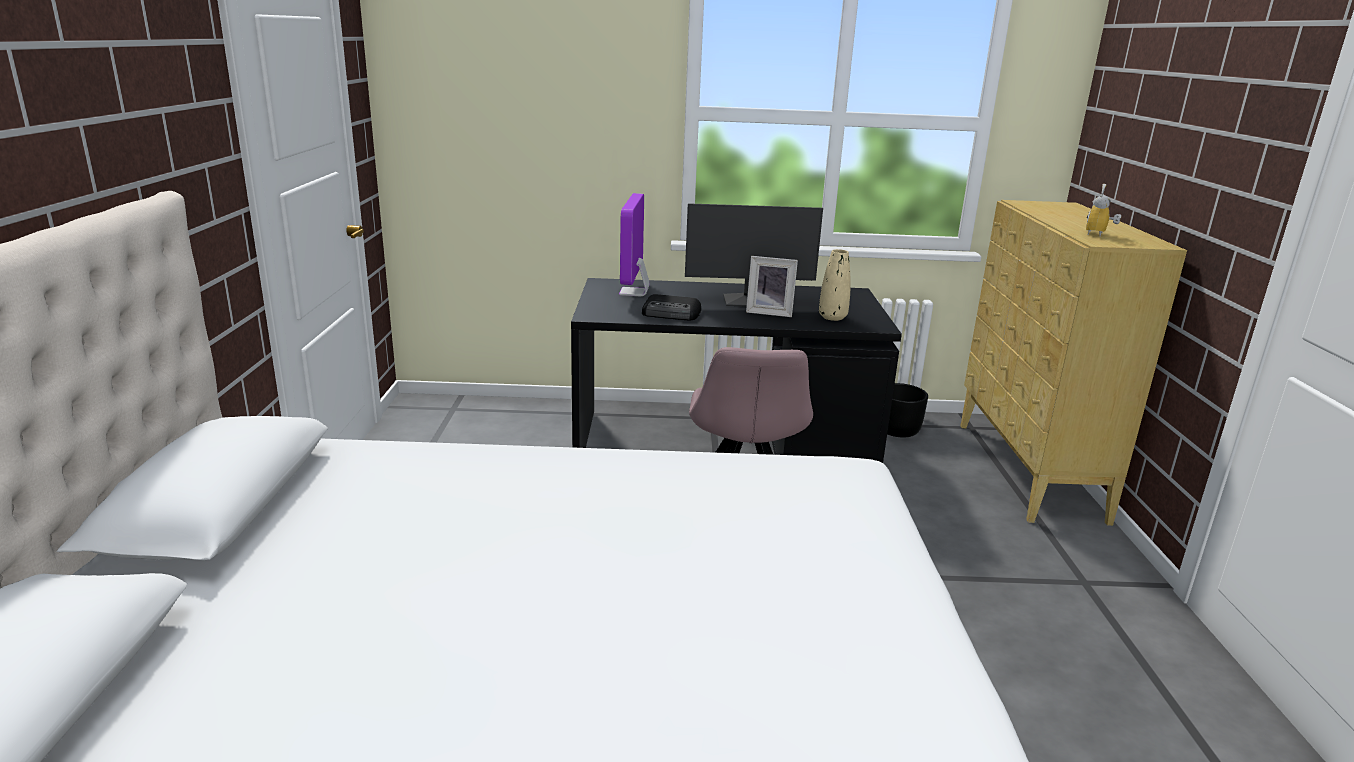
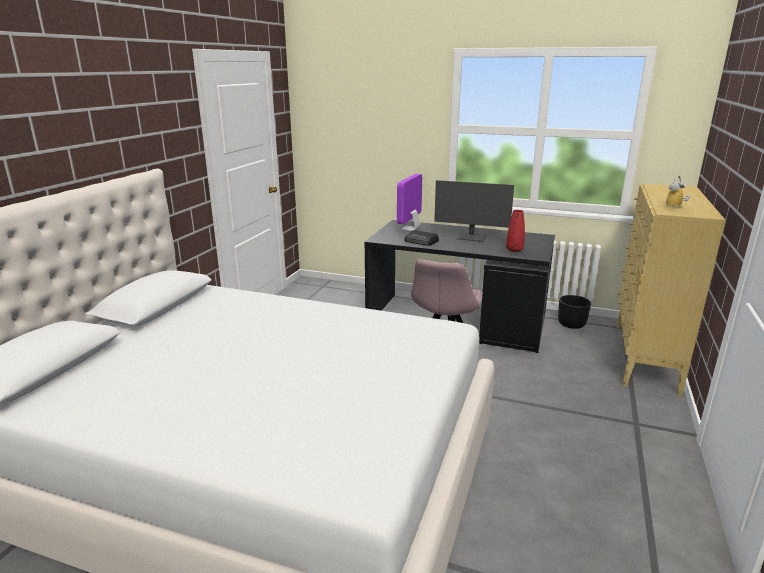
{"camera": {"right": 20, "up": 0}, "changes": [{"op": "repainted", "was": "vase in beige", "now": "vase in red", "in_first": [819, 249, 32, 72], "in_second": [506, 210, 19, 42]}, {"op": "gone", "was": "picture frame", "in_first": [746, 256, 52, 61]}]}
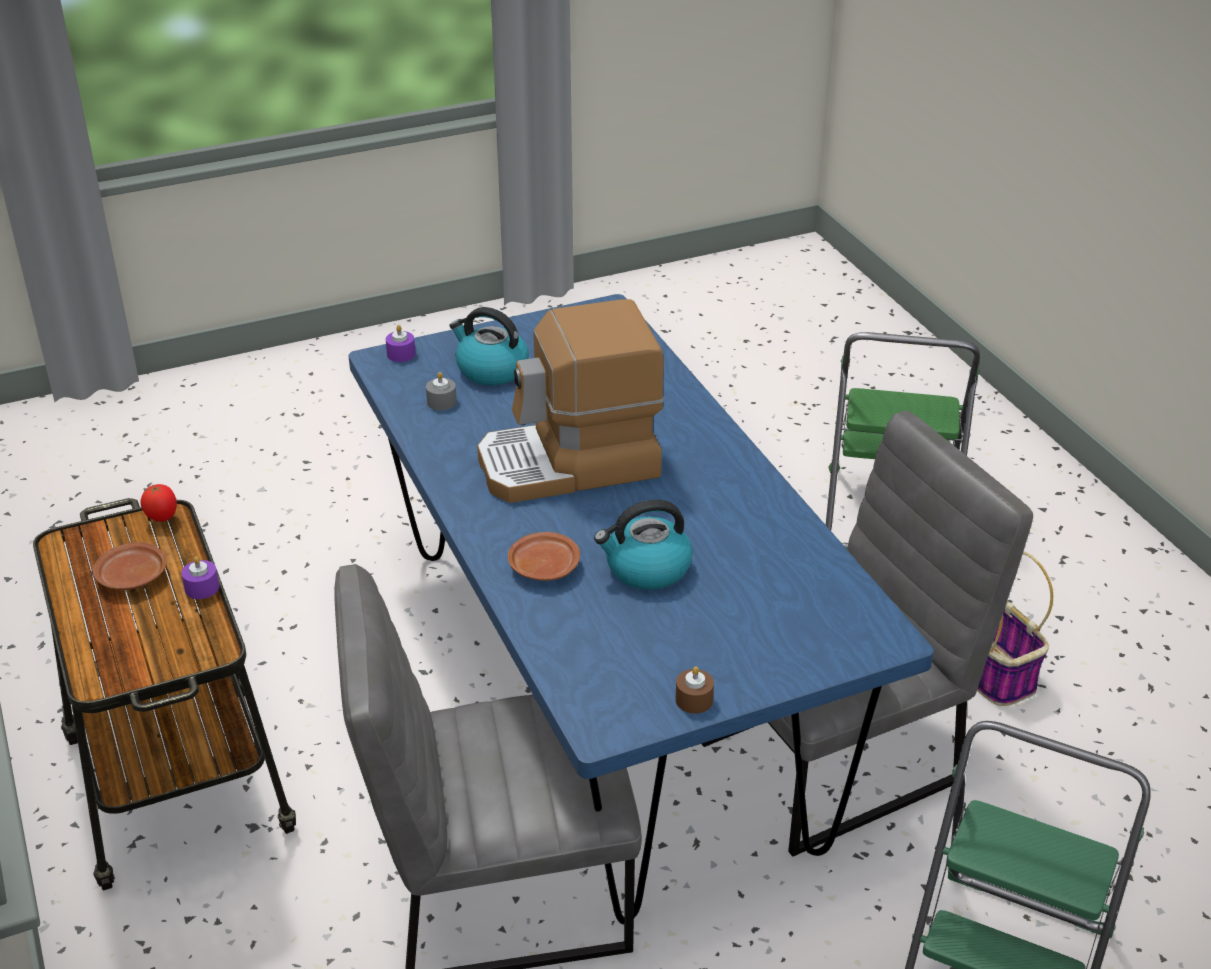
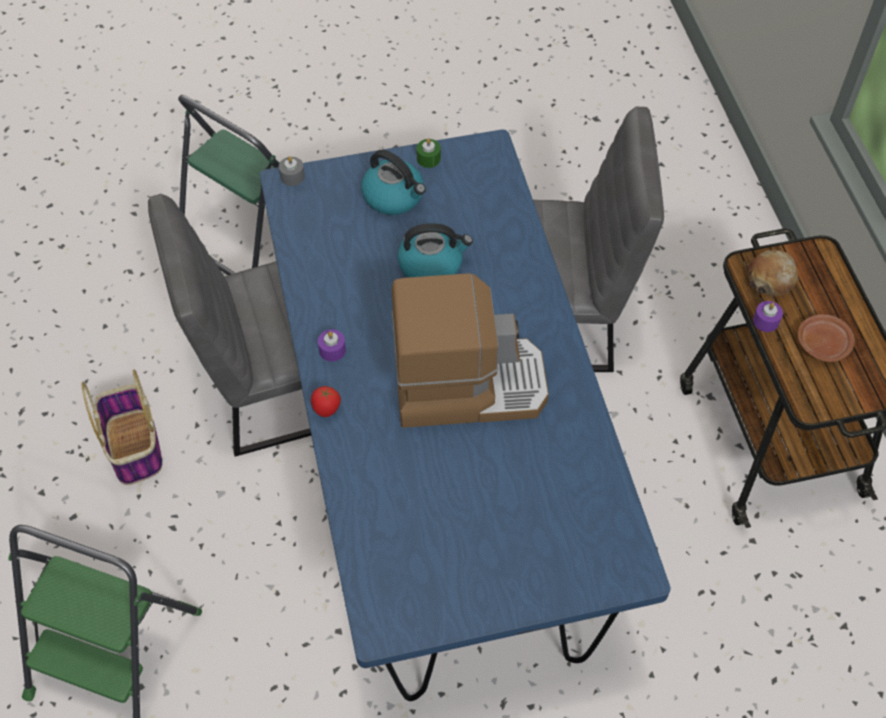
{"camera": {"right": -170, "up": 20}, "changes": [{"op": "shifted", "was": "kettle", "in_first": [449, 307, 80, 78], "in_second": [361, 150, 65, 65]}, {"op": "shifted", "was": "candle in purple", "in_first": [386, 325, 29, 37], "in_second": [318, 329, 28, 33]}, {"op": "shifted", "was": "candle in grey", "in_first": [426, 372, 31, 39], "in_second": [279, 156, 26, 30]}, {"op": "shifted", "was": "tomato", "in_first": [141, 484, 36, 38], "in_second": [311, 386, 30, 31]}, {"op": "gone", "was": "plate in brown", "in_first": [508, 532, 72, 49]}, {"op": "repainted", "was": "candle in brown", "now": "candle in green", "in_first": [675, 667, 39, 47], "in_second": [416, 138, 25, 30]}, {"op": "new", "now": "bread", "in_second": [747, 250, 51, 45]}]}
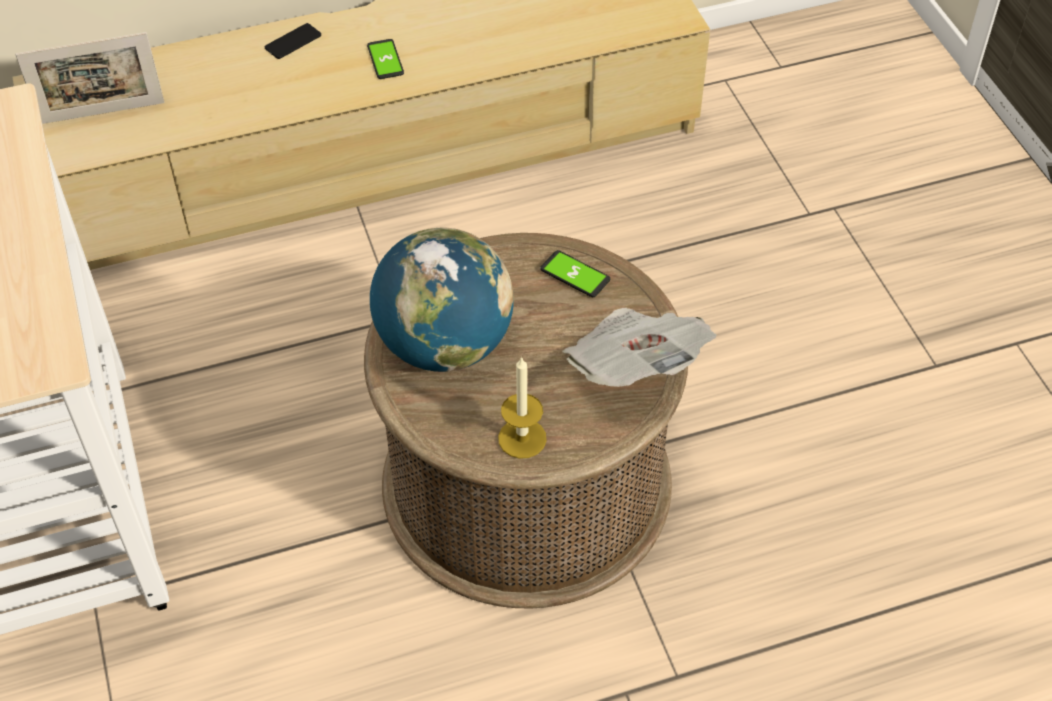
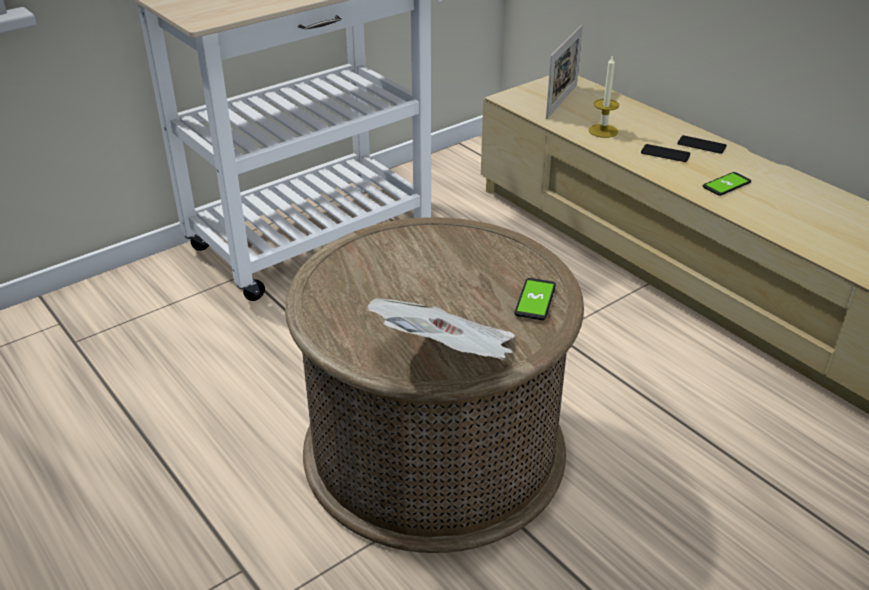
{"camera": {"right": 70, "up": -15}, "changes": [{"op": "rotated", "was": "picture frame", "in_first": [15, 32, 150, 92], "in_second": [546, 25, 37, 94], "clockwise": -120}, {"op": "gone", "was": "globe", "in_first": [370, 228, 144, 144]}, {"op": "shifted", "was": "candle", "in_first": [498, 357, 49, 102], "in_second": [589, 55, 30, 83]}, {"op": "new", "now": "phone", "in_second": [641, 144, 49, 18]}]}
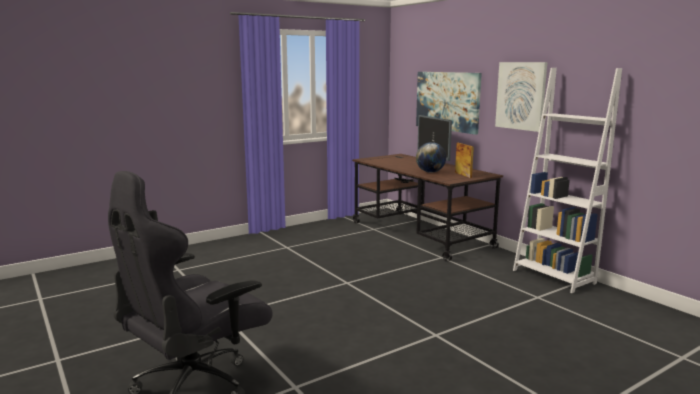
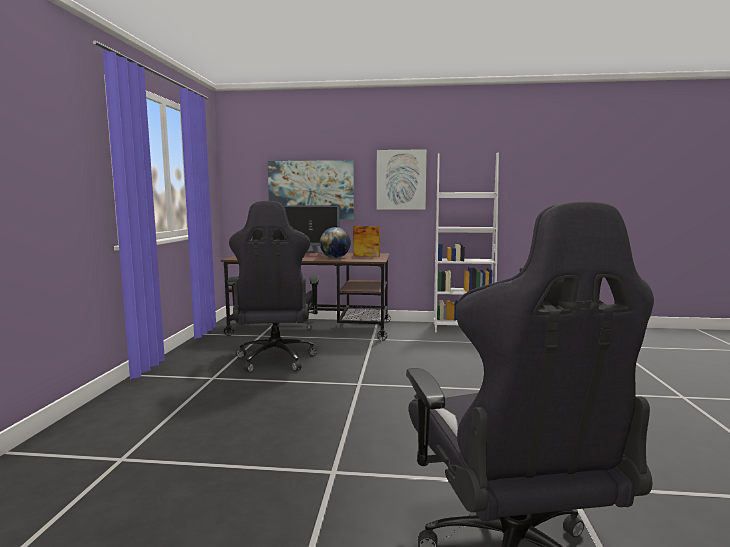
{"camera": {"right": -50, "up": -5}, "changes": [{"op": "new", "now": "office chair in black", "in_second": [227, 201, 92, 171]}]}
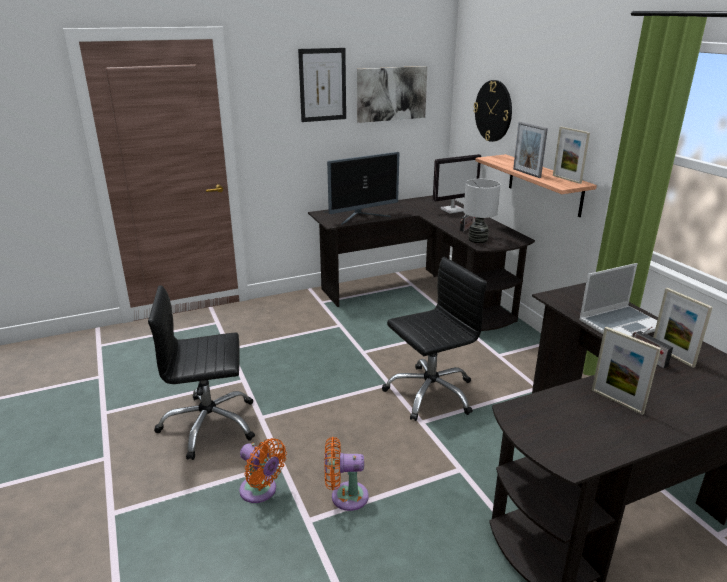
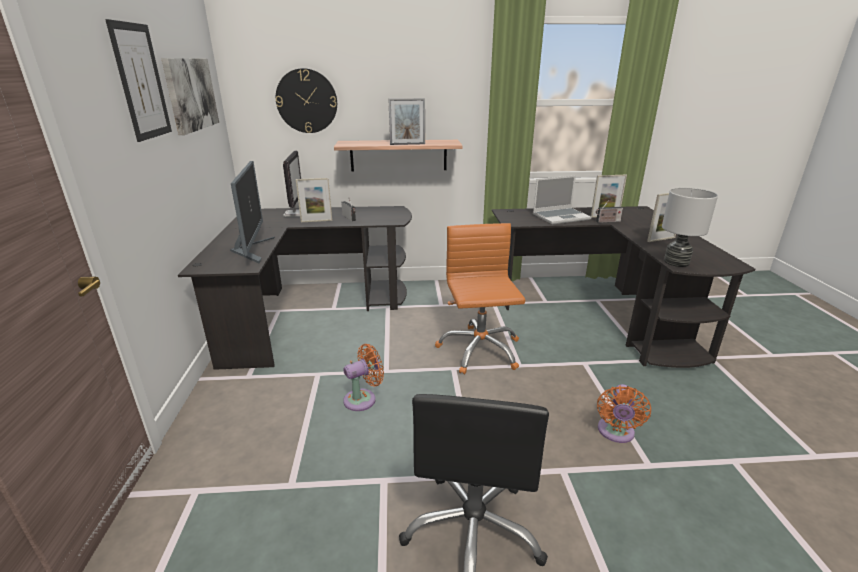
{"camera": {"right": -70, "up": 0}, "changes": [{"op": "shifted", "was": "picture frame", "in_first": [553, 126, 37, 58], "in_second": [296, 178, 36, 44]}, {"op": "shifted", "was": "table lamp in grey", "in_first": [463, 179, 38, 64], "in_second": [662, 187, 56, 80]}, {"op": "repainted", "was": "office chair in black", "now": "office chair in orange", "in_first": [382, 257, 105, 164], "in_second": [435, 223, 90, 151]}, {"op": "rotated", "was": "laptop", "in_first": [579, 263, 78, 74], "in_second": [533, 175, 59, 50], "clockwise": 75}, {"op": "shifted", "was": "fan in orange", "in_first": [239, 438, 48, 65], "in_second": [343, 344, 41, 67]}]}
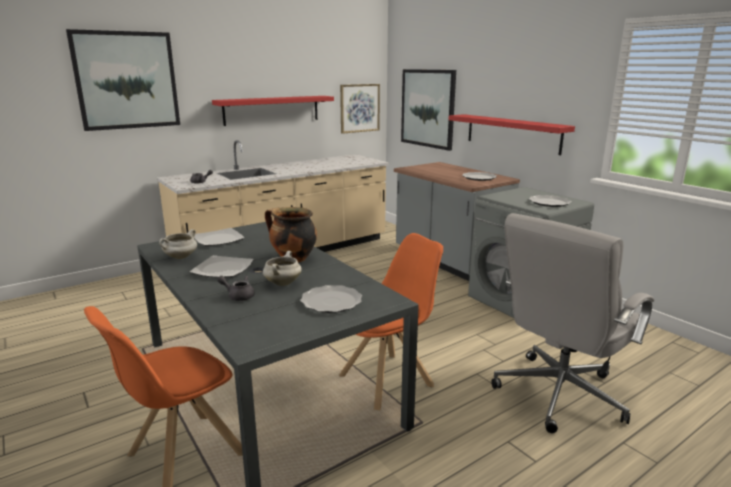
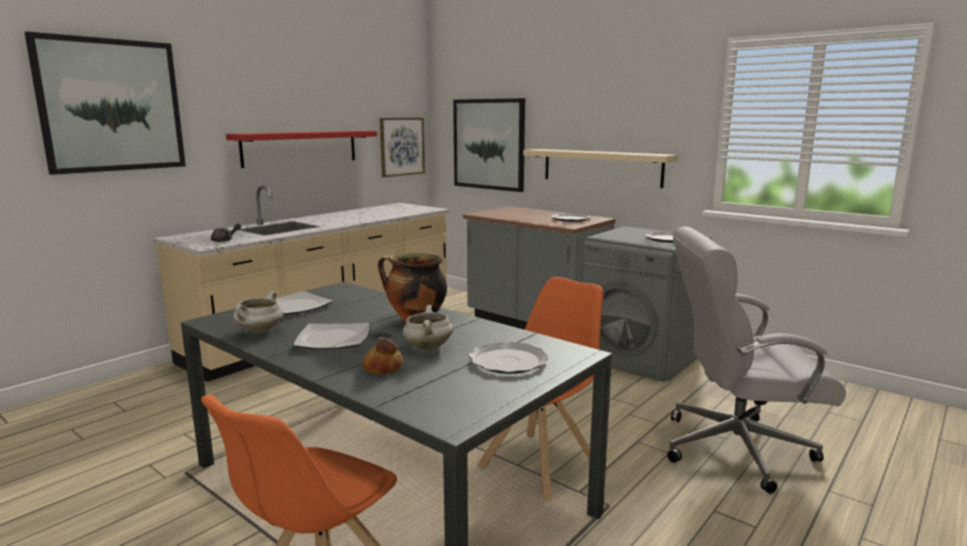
{"camera": {"right": -15, "up": -5}, "changes": [{"op": "repainted", "was": "shelf in red", "now": "shelf in beige", "in_first": [449, 114, 126, 41], "in_second": [523, 149, 155, 39]}, {"op": "rotated", "was": "office chair in grey", "in_first": [491, 213, 163, 220], "in_second": [667, 226, 179, 268], "clockwise": 60}, {"op": "swapped", "was": "teapot in grey", "now": "bread", "in_first": [217, 276, 38, 25], "in_second": [362, 338, 41, 37]}]}
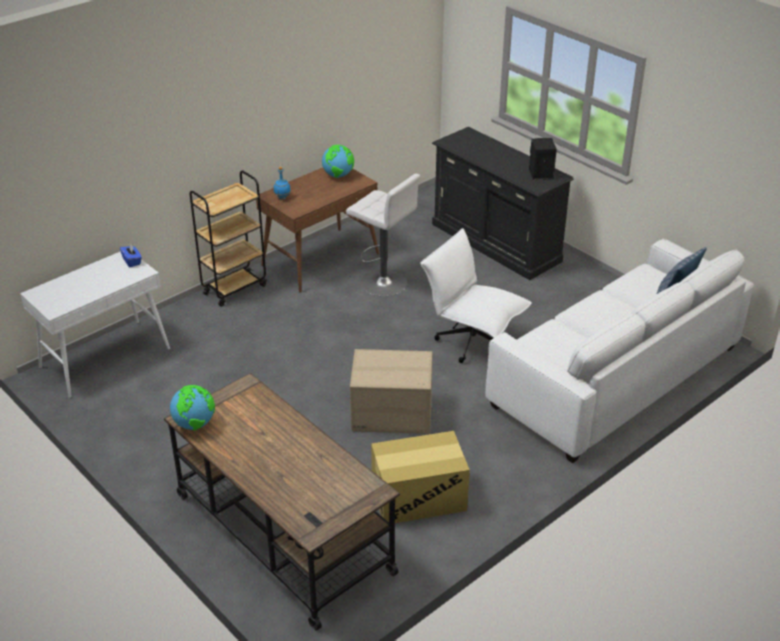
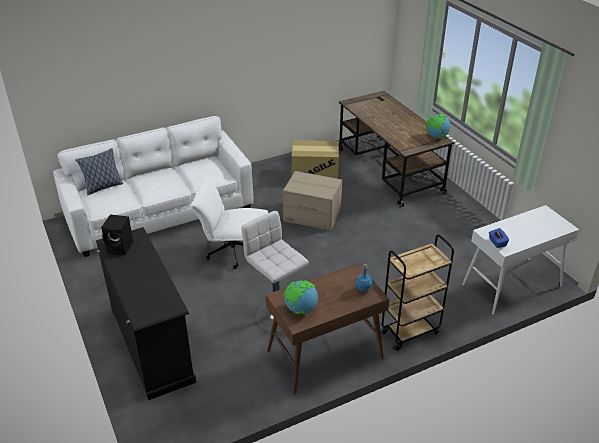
{"camera": {"right": -165, "up": 0}, "changes": [{"op": "rotated", "was": "office chair in white", "in_first": [420, 228, 112, 135], "in_second": [191, 173, 77, 96], "clockwise": 135}]}
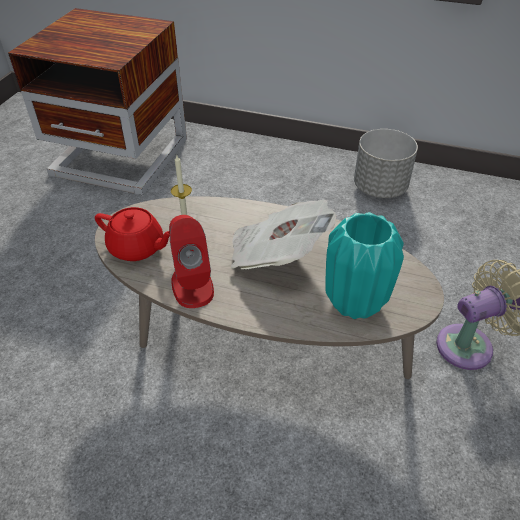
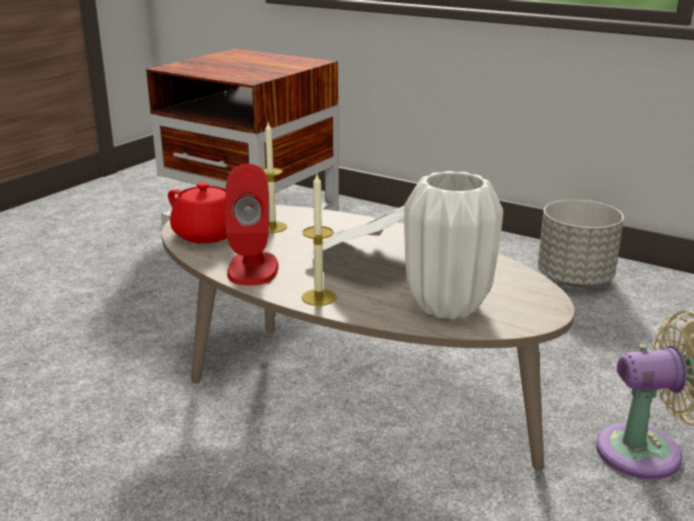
{"camera": {"right": 15, "up": -20}, "changes": [{"op": "repainted", "was": "vase in turquoise", "now": "vase in white", "in_first": [325, 212, 79, 107], "in_second": [404, 171, 99, 148]}, {"op": "new", "now": "candle", "in_second": [302, 174, 35, 132]}]}
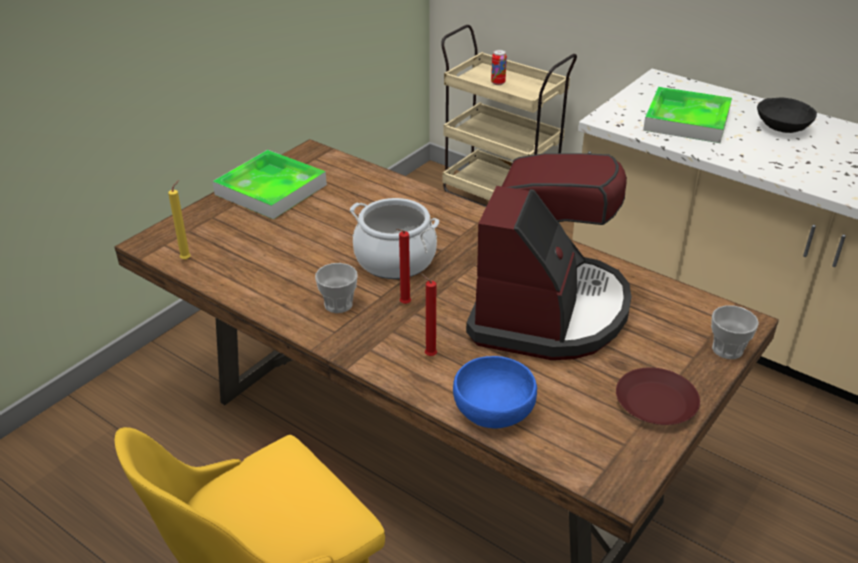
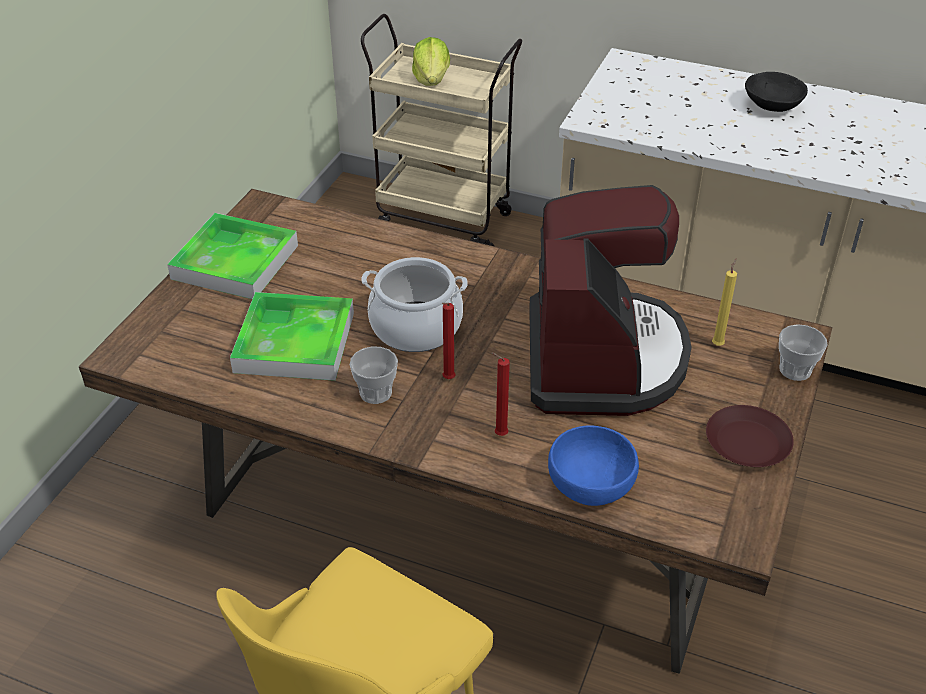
{"camera": {"right": -15, "up": 5}, "changes": [{"op": "swapped", "was": "can", "now": "lettuce", "in_first": [491, 50, 16, 35], "in_second": [412, 37, 38, 49]}, {"op": "shifted", "was": "tray", "in_first": [643, 87, 89, 56], "in_second": [230, 292, 124, 89]}, {"op": "shifted", "was": "candle in yellow", "in_first": [168, 180, 23, 80], "in_second": [712, 259, 25, 87]}]}
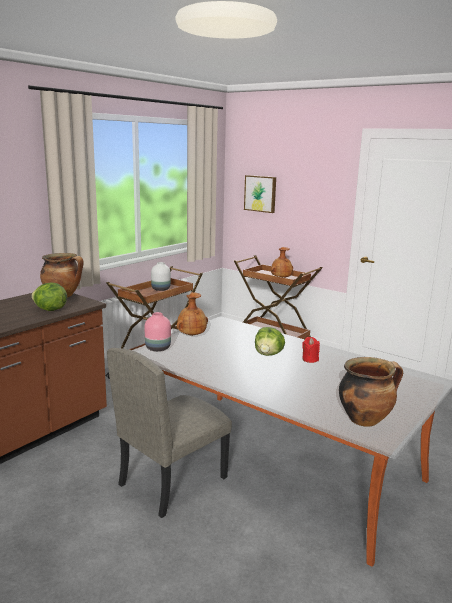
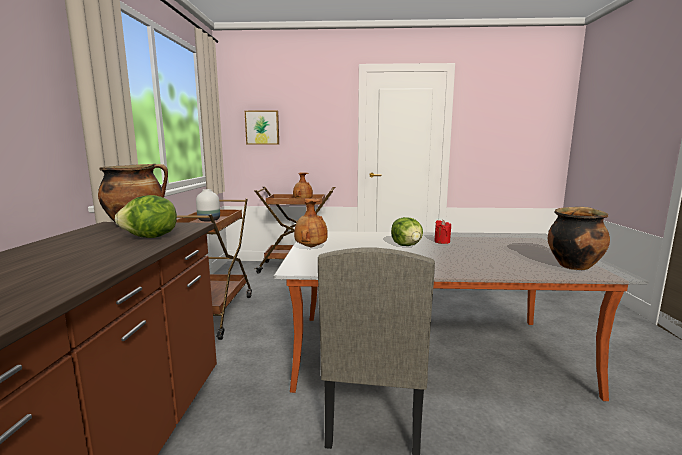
{"camera": {"right": -35, "up": -5}, "changes": [{"op": "gone", "was": "vase in pink", "in_first": [145, 312, 26, 39]}]}
